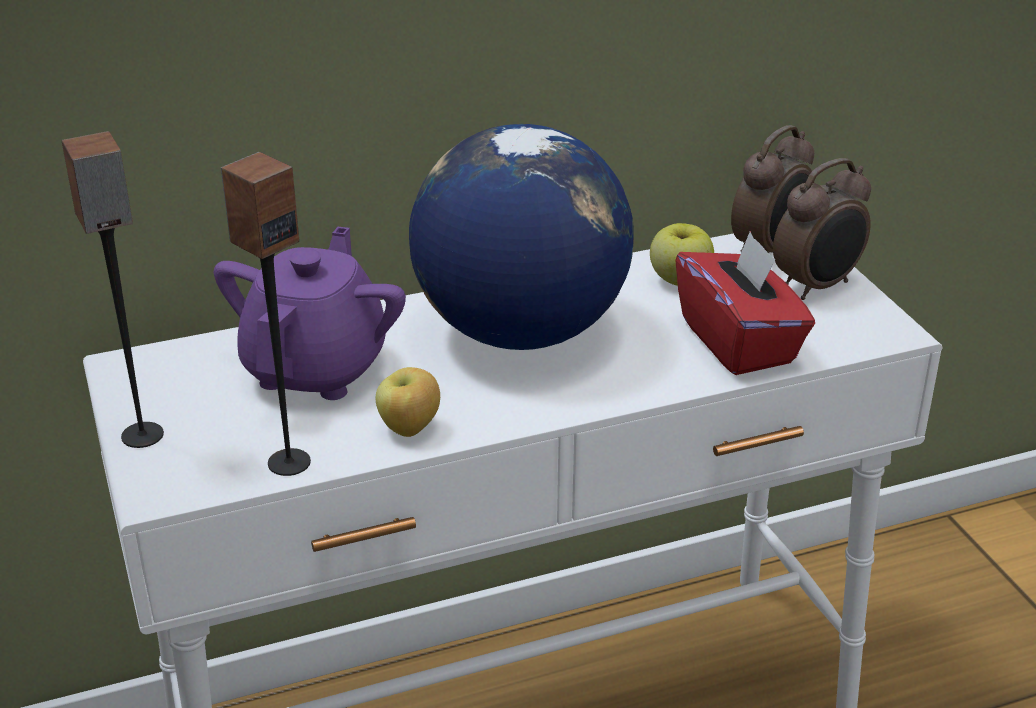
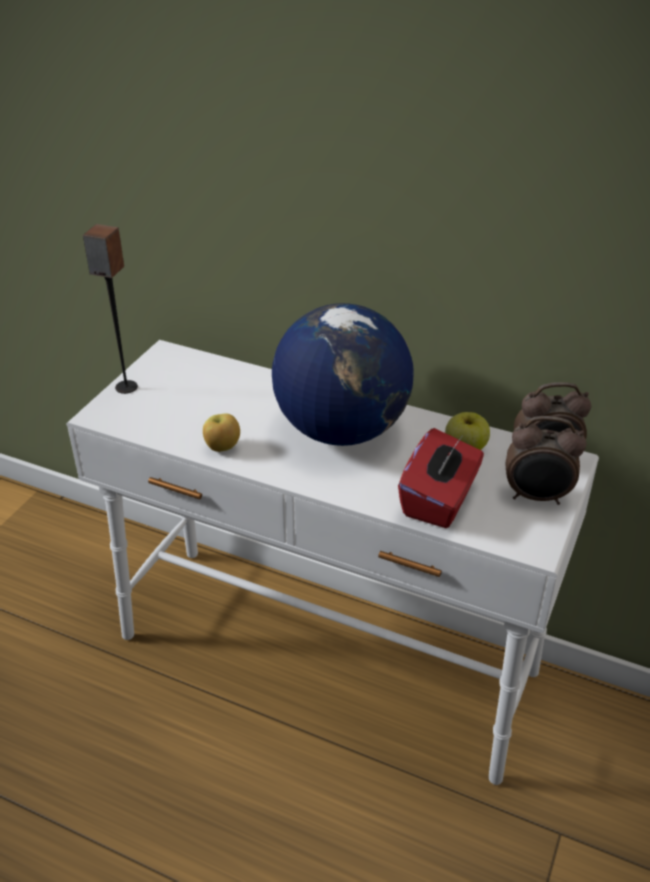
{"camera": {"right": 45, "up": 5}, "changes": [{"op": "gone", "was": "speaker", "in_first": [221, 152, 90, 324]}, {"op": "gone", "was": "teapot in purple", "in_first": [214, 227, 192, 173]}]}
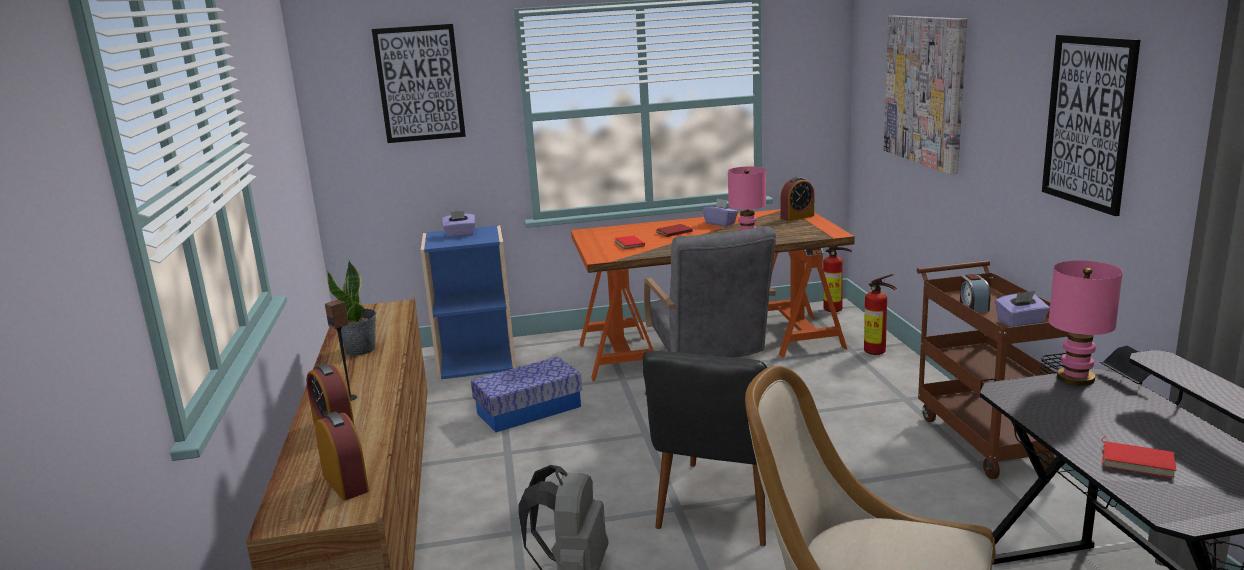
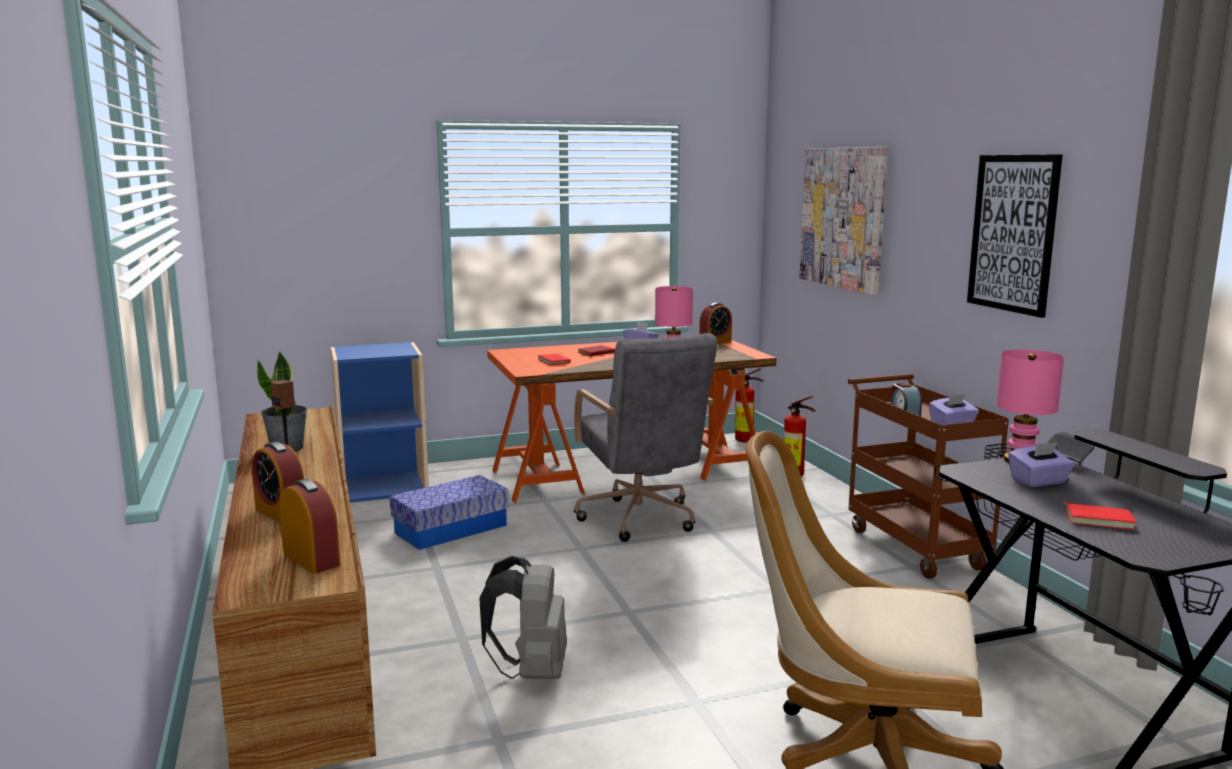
{"camera": {"right": -10, "up": -5}, "changes": [{"op": "gone", "was": "picture", "in_first": [372, 24, 94, 119]}, {"op": "shifted", "was": "tissue box in purple", "in_first": [442, 211, 33, 26], "in_second": [1008, 442, 67, 45]}, {"op": "gone", "was": "chair in black", "in_first": [643, 351, 124, 195]}]}
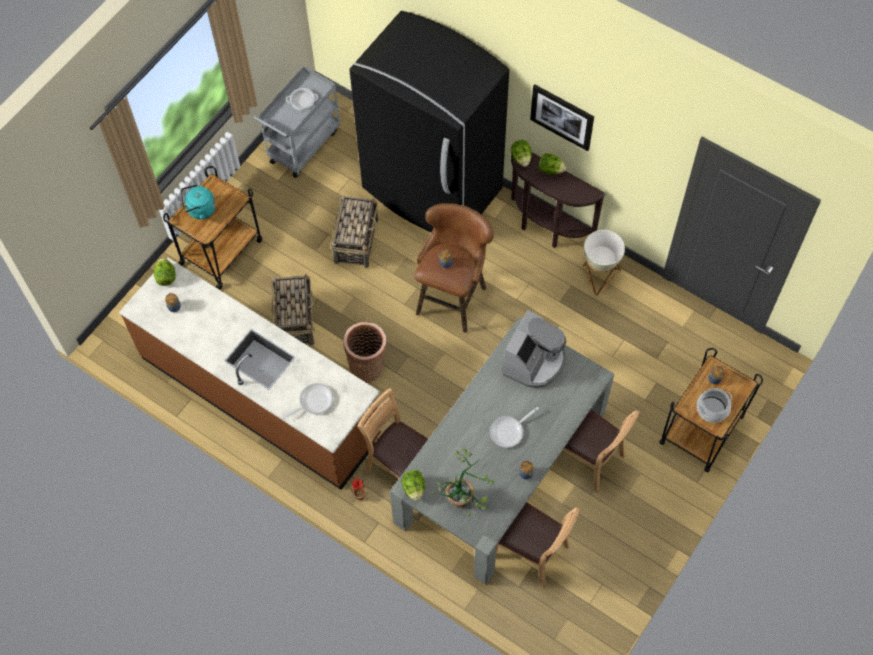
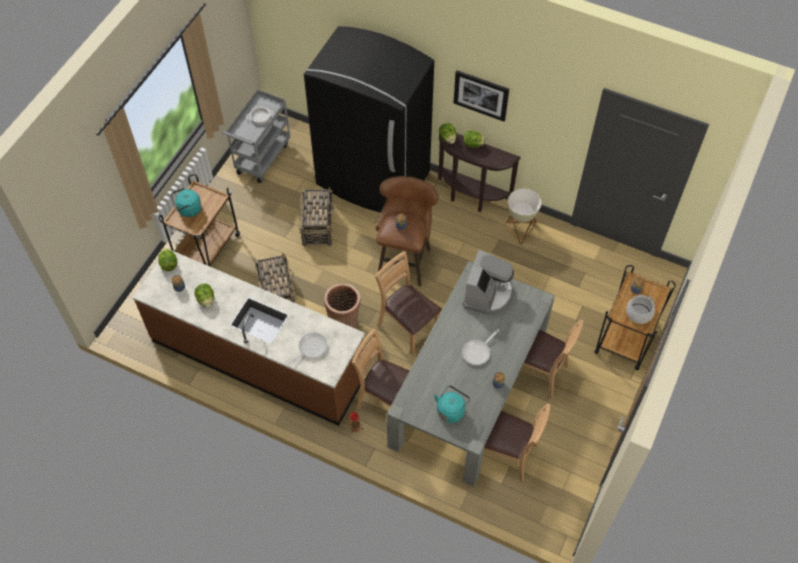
{"camera": {"right": -10, "up": -5}, "changes": [{"op": "swapped", "was": "potted plant", "now": "kettle in turquoise", "in_first": [432, 448, 62, 68], "in_second": [434, 385, 36, 38]}, {"op": "shifted", "was": "lettuce", "in_first": [401, 470, 24, 31], "in_second": [195, 283, 19, 25]}, {"op": "new", "now": "chair in brown", "in_second": [375, 251, 67, 104]}]}
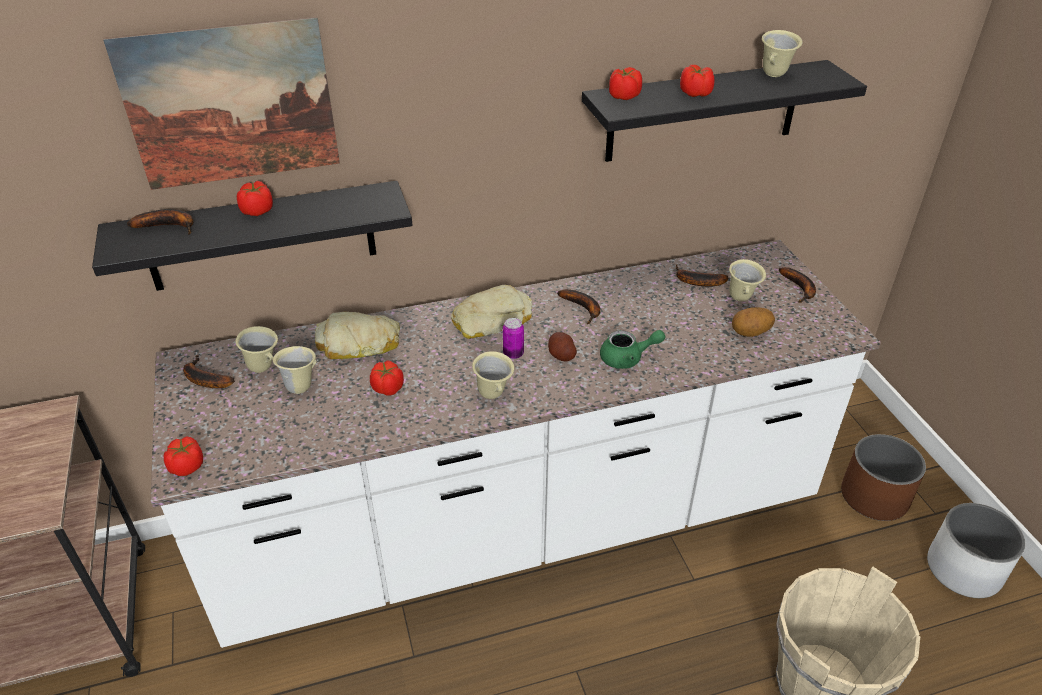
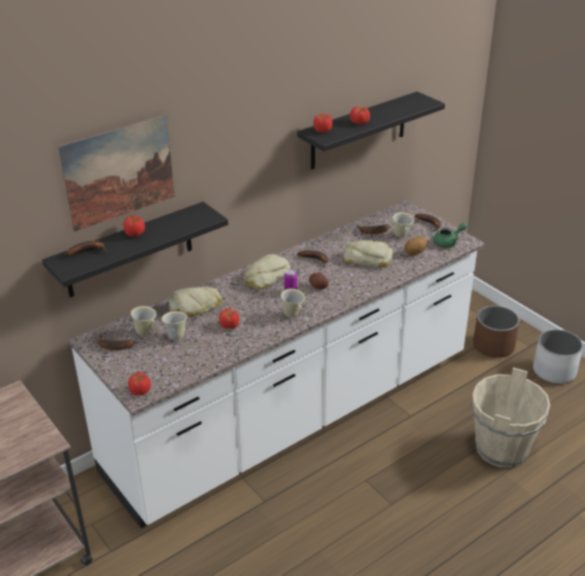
{"camera": {"right": -20, "up": -5}, "changes": [{"op": "gone", "was": "mug in beige", "in_first": [762, 30, 41, 47]}, {"op": "shifted", "was": "teapot in green", "in_first": [600, 330, 66, 39], "in_second": [433, 223, 34, 25]}, {"op": "new", "now": "bread", "in_second": [344, 240, 49, 27]}]}
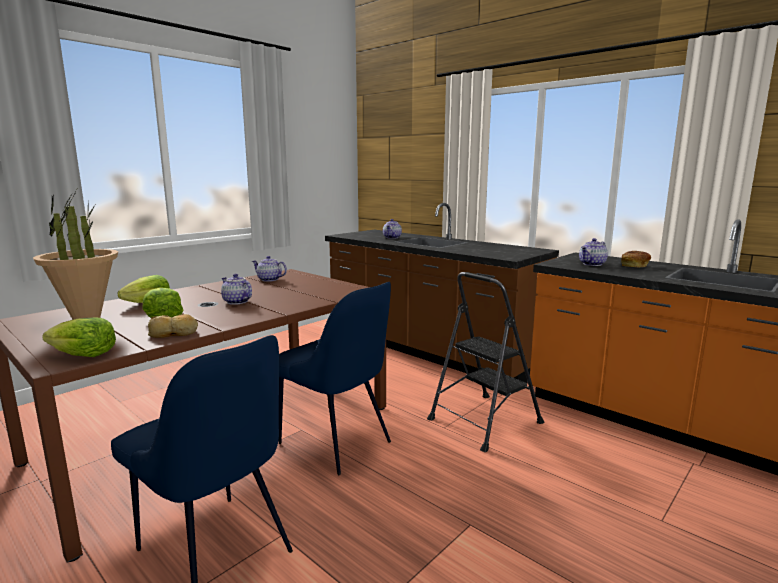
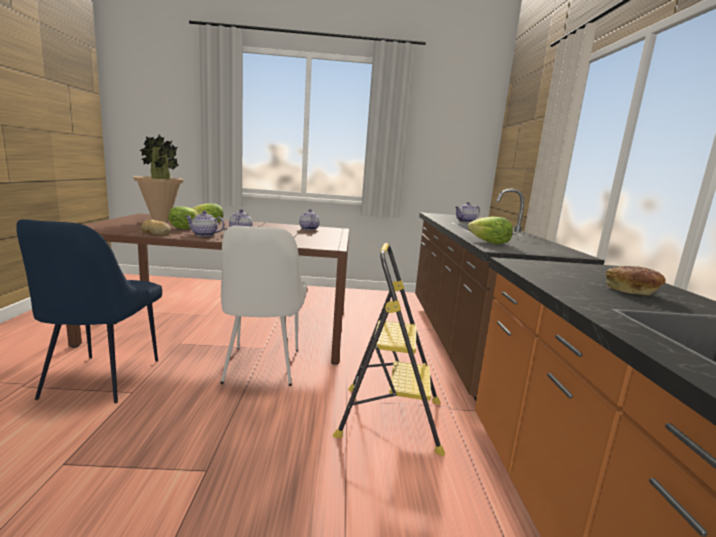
{"camera": {"right": 45, "up": 0}, "changes": [{"op": "shifted", "was": "teapot", "in_first": [579, 238, 29, 28], "in_second": [185, 211, 40, 26]}, {"op": "repainted", "was": "step ladder in black", "now": "step ladder in yellow", "in_first": [427, 272, 118, 180], "in_second": [333, 243, 112, 213]}, {"op": "repainted", "was": "chair in blue", "now": "chair in white", "in_first": [279, 282, 112, 193], "in_second": [221, 225, 86, 161]}, {"op": "shifted", "was": "lettuce", "in_first": [42, 317, 74, 40], "in_second": [468, 217, 45, 28]}]}
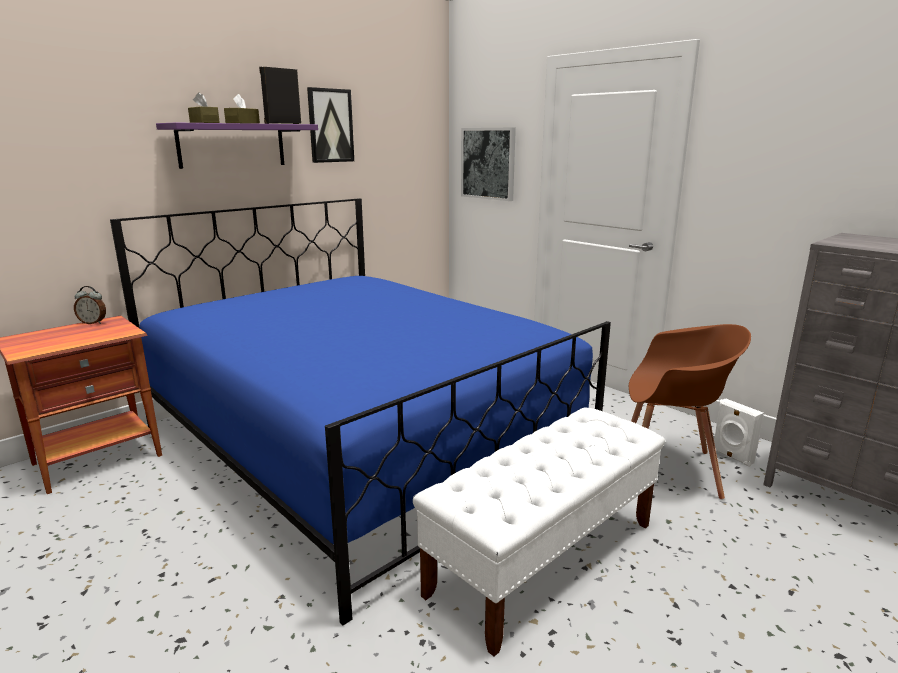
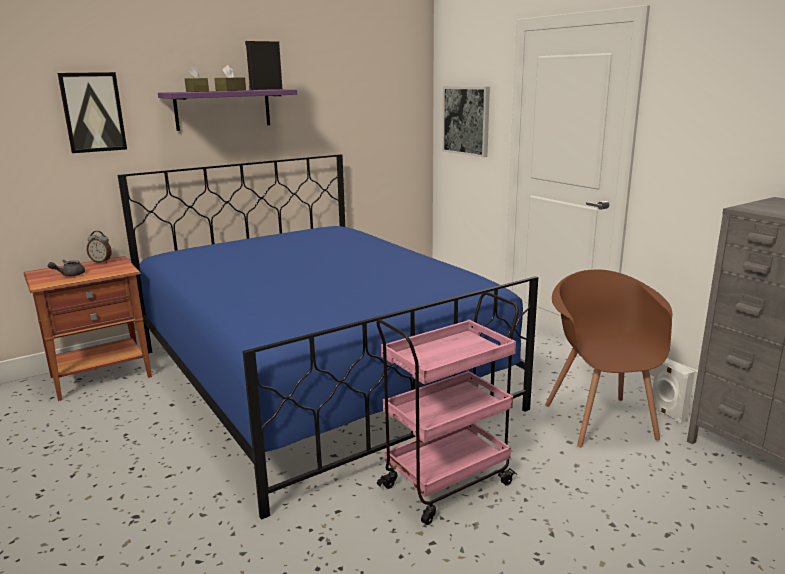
{"camera": {"right": 10, "up": 0}, "changes": [{"op": "shifted", "was": "picture", "in_first": [307, 87, 47, 76], "in_second": [57, 72, 70, 81]}, {"op": "rotated", "was": "chair in brown", "in_first": [629, 324, 122, 175], "in_second": [545, 269, 127, 179], "clockwise": -120}, {"op": "swapped", "was": "bench in white", "now": "cart in pink", "in_first": [413, 407, 252, 249], "in_second": [376, 292, 143, 233]}, {"op": "new", "now": "teapot in grey", "in_second": [48, 260, 37, 16]}]}
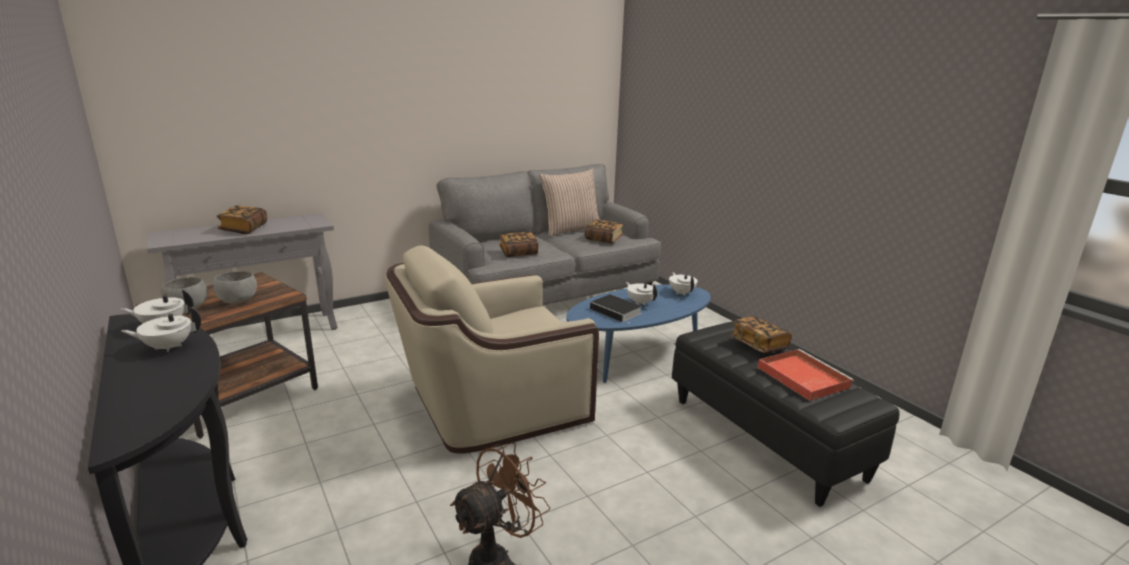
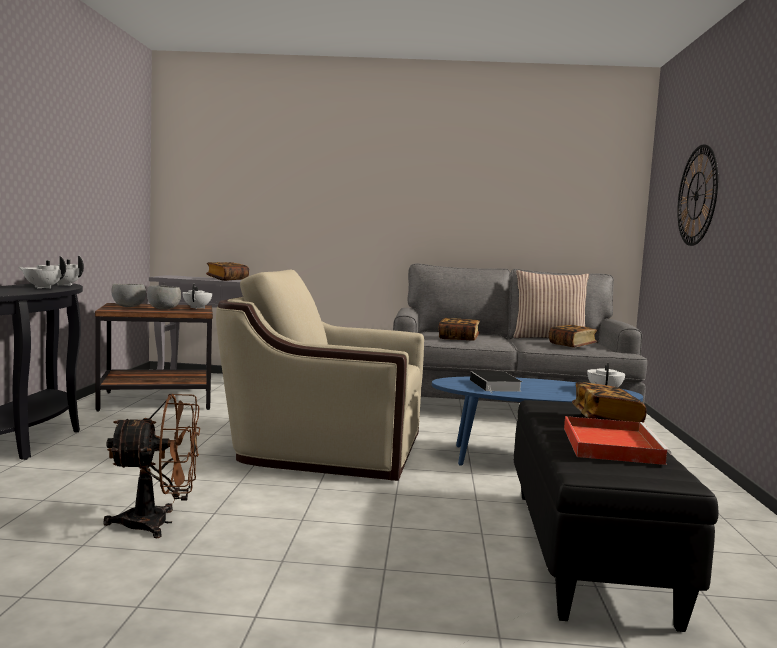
{"camera": {"right": 35, "up": -15}, "changes": [{"op": "shifted", "was": "teapot in white", "in_first": [626, 282, 31, 23], "in_second": [183, 284, 29, 25]}, {"op": "new", "now": "wall clock", "in_second": [677, 145, 41, 101]}]}
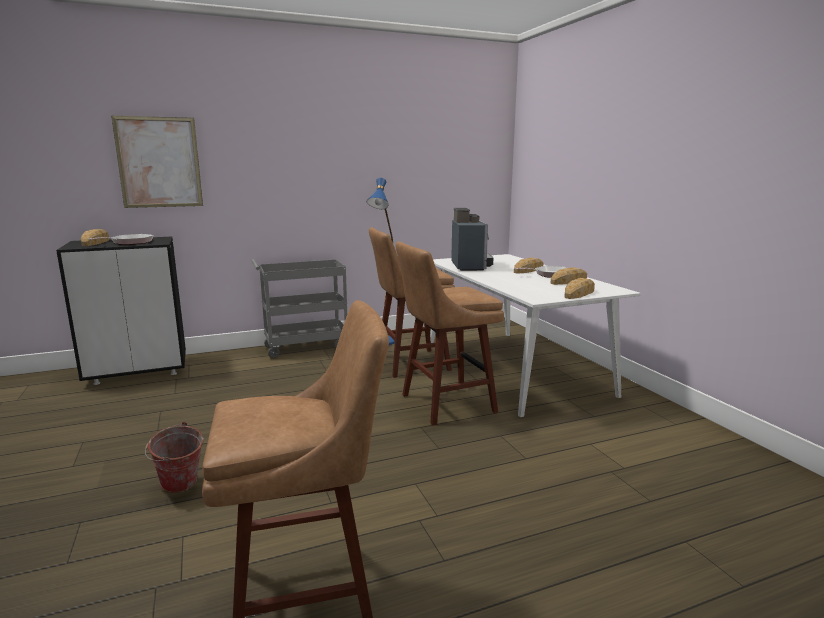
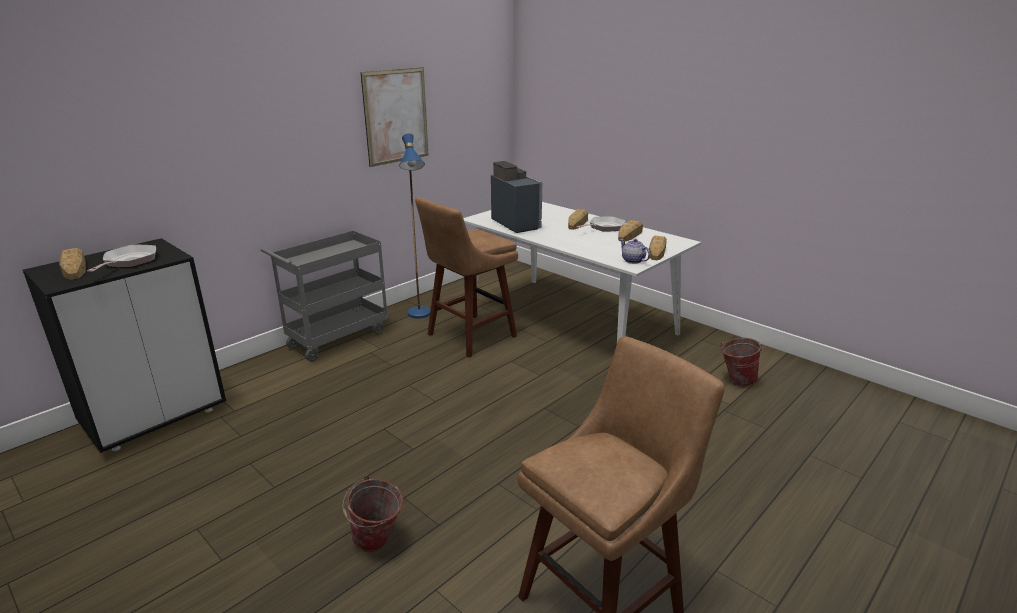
{"camera": {"right": -25, "up": 10}, "changes": [{"op": "shifted", "was": "picture", "in_first": [111, 116, 92, 92], "in_second": [361, 68, 68, 99]}, {"op": "gone", "was": "stool in brown", "in_first": [396, 242, 108, 184]}, {"op": "new", "now": "teapot", "in_second": [620, 239, 30, 25]}, {"op": "new", "now": "bucket", "in_second": [720, 338, 43, 49]}]}
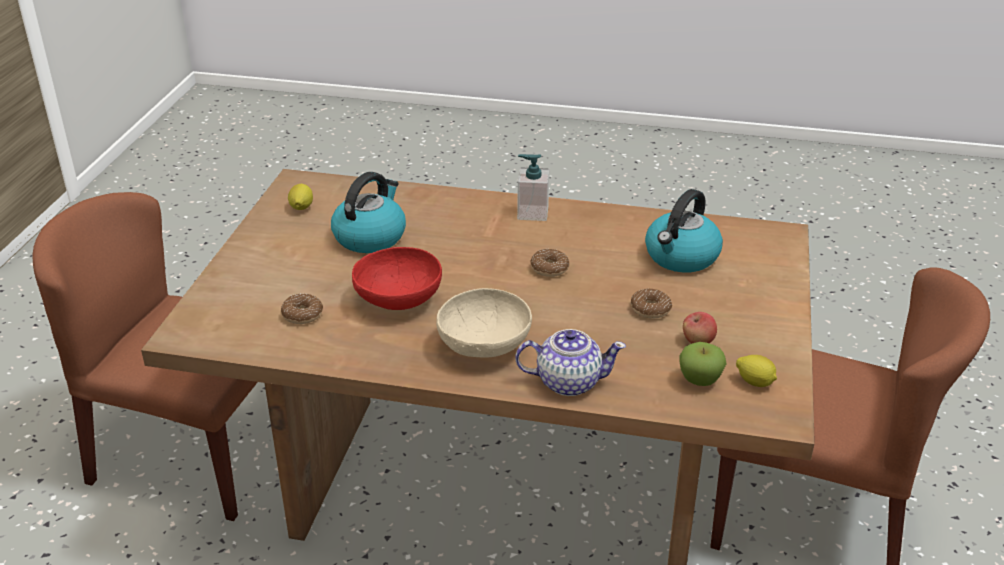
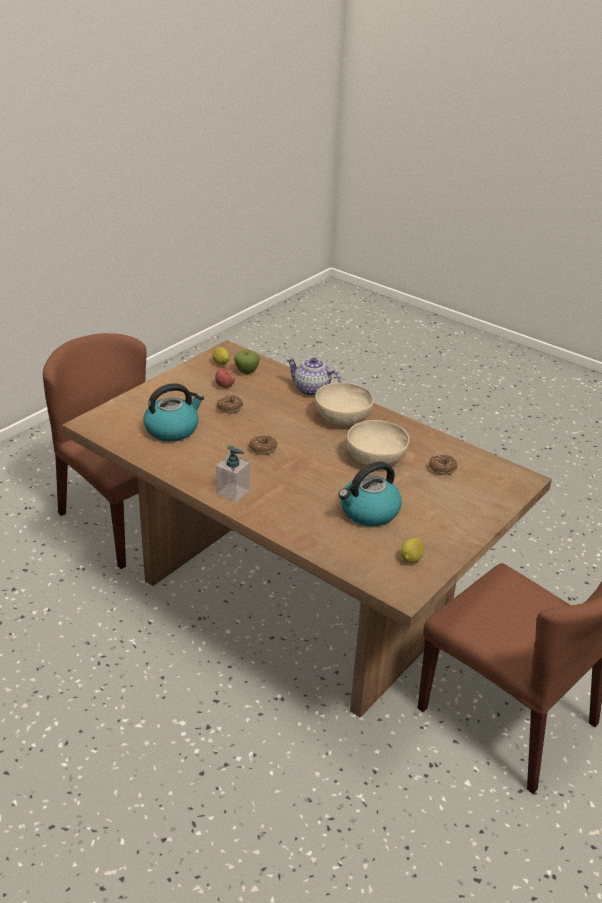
{"camera": {"right": -155, "up": 0}, "changes": [{"op": "repainted", "was": "bowl in red", "now": "bowl in beige", "in_first": [352, 247, 90, 63], "in_second": [346, 420, 64, 45]}]}
